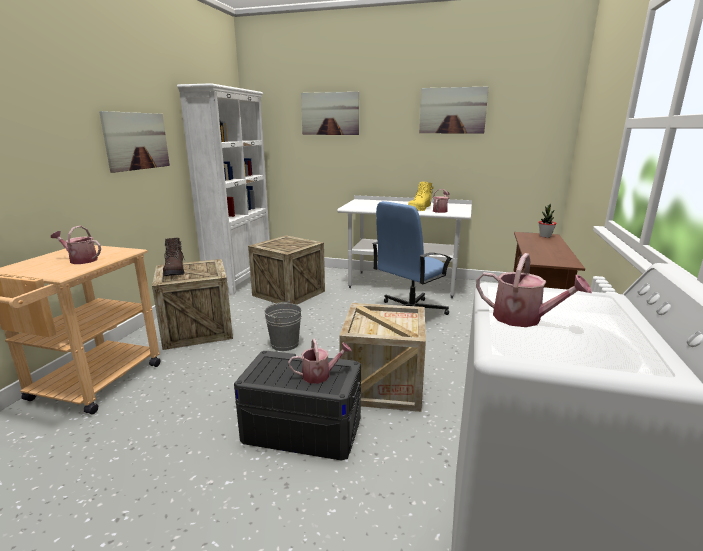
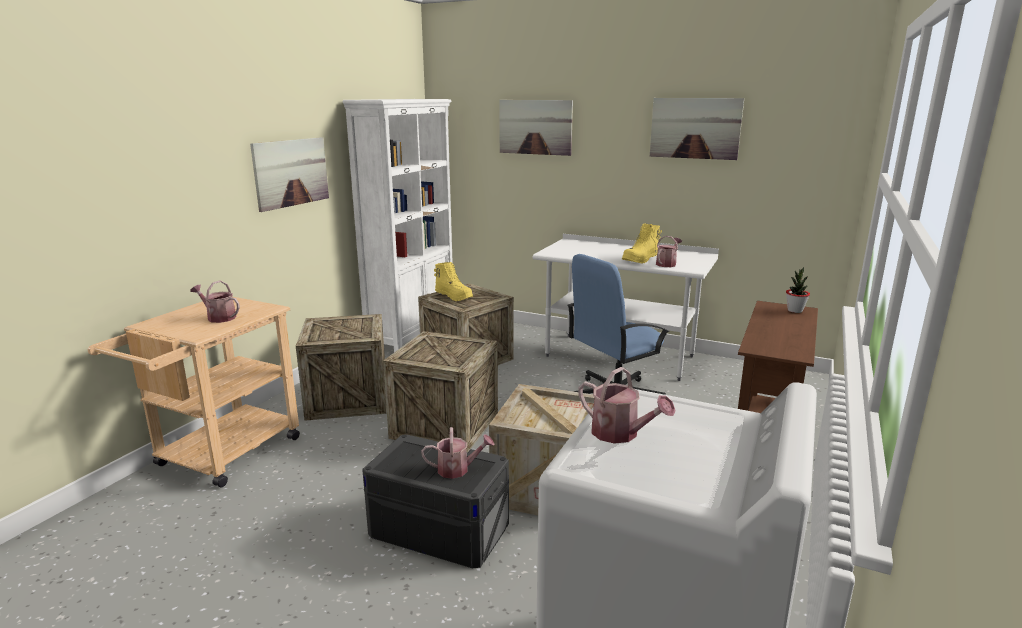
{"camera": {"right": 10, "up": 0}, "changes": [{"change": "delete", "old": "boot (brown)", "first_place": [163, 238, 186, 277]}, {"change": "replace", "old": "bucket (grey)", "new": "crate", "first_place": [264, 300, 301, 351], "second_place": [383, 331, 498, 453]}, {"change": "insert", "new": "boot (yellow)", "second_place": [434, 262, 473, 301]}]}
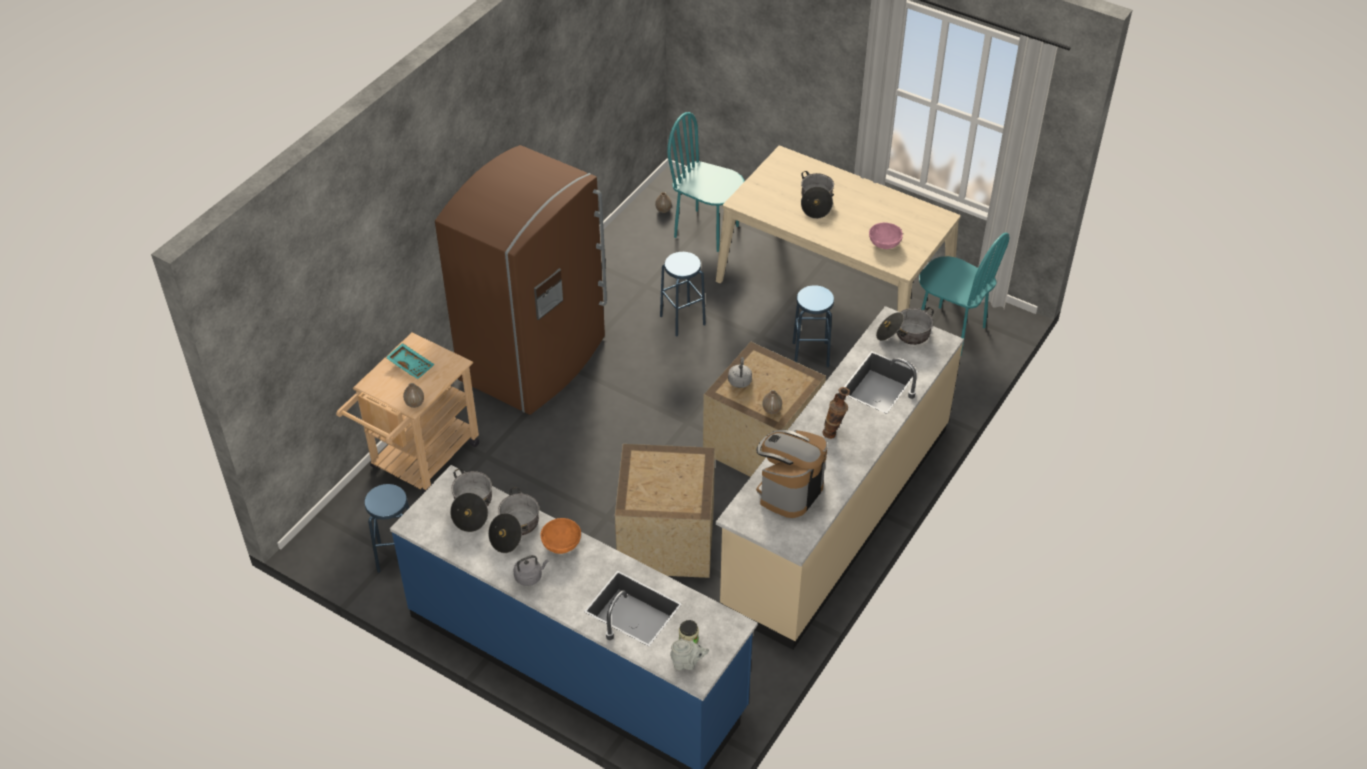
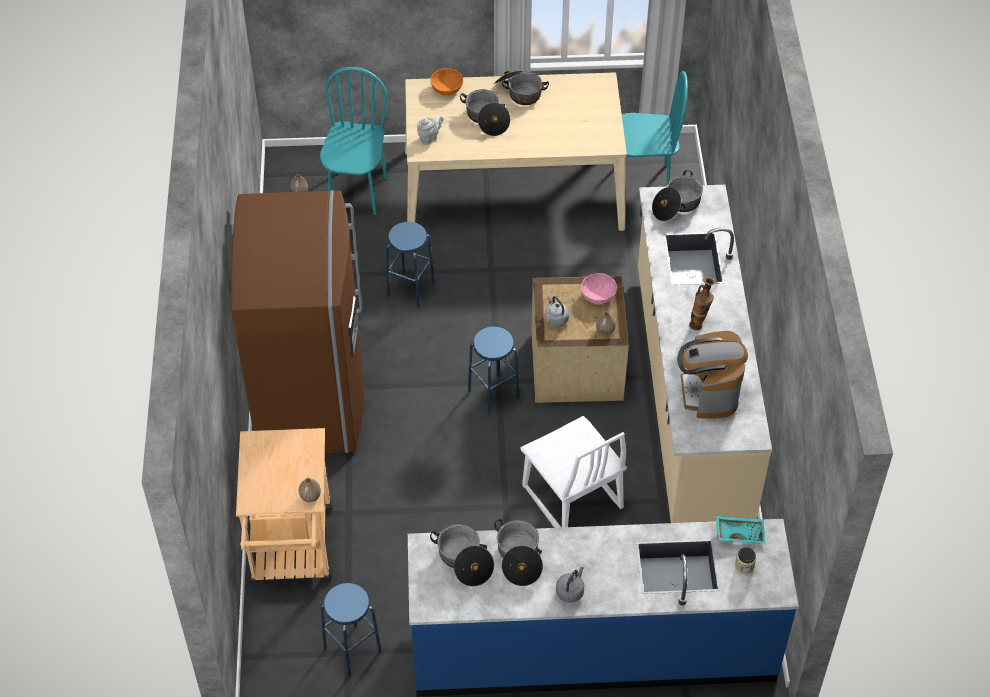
{"camera": {"right": -35, "up": 5}, "changes": [{"change": "rotate", "old": "chair (turquoise)", "first_place": [667, 112, 745, 252], "second_place": [320, 67, 387, 215], "degrees": 105}, {"change": "move", "old": "bowl (pink)", "first_place": [869, 222, 903, 249], "second_place": [581, 273, 617, 304]}, {"change": "move", "old": "stool (blue)", "first_place": [793, 285, 834, 367], "second_place": [468, 327, 519, 416]}, {"change": "move", "old": "tray (turquoise)", "first_place": [386, 343, 434, 380], "second_place": [716, 516, 765, 544]}, {"change": "replace", "old": "crate", "new": "chair (white)", "first_place": [615, 444, 715, 578], "second_place": [520, 416, 627, 528]}, {"change": "move", "old": "bowl (orange)", "first_place": [541, 518, 581, 554], "second_place": [430, 68, 463, 96]}, {"change": "move", "old": "teapot (grey)", "first_place": [670, 640, 709, 670], "second_place": [417, 116, 444, 145]}, {"change": "insert", "new": "cooking pot", "second_place": [494, 71, 549, 105]}]}
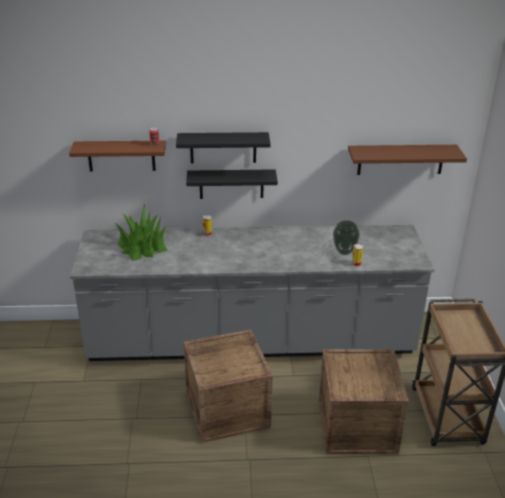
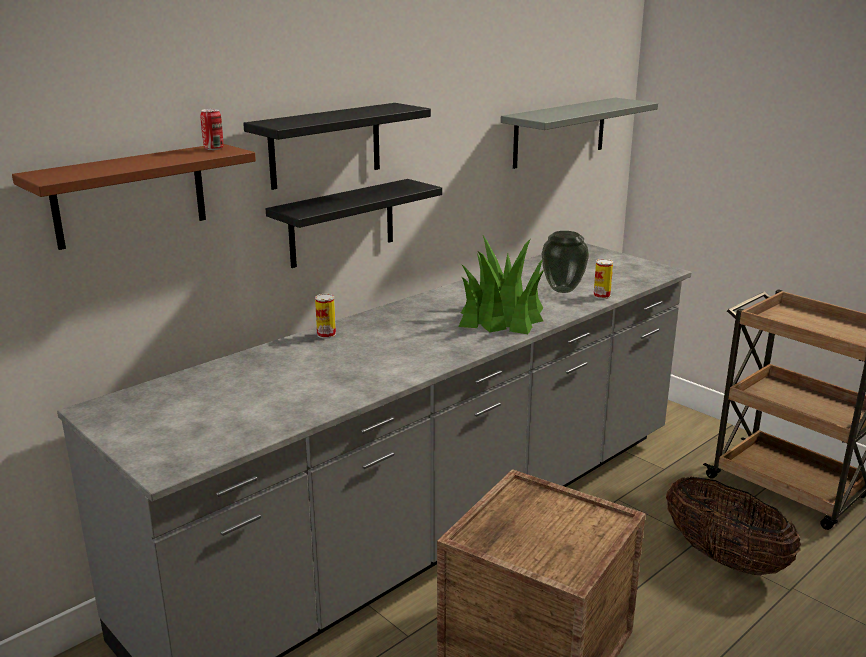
{"camera": {"right": -40, "up": -10}, "changes": [{"change": "recolor", "old": "shelf (brown)", "new": "shelf (grey)", "first_place": [348, 145, 467, 175], "second_place": [501, 98, 658, 169]}, {"change": "move", "old": "potted plant", "first_place": [114, 204, 168, 261], "second_place": [458, 236, 544, 334]}, {"change": "replace", "old": "crate", "new": "basket", "first_place": [319, 349, 409, 454], "second_place": [666, 477, 801, 575]}]}
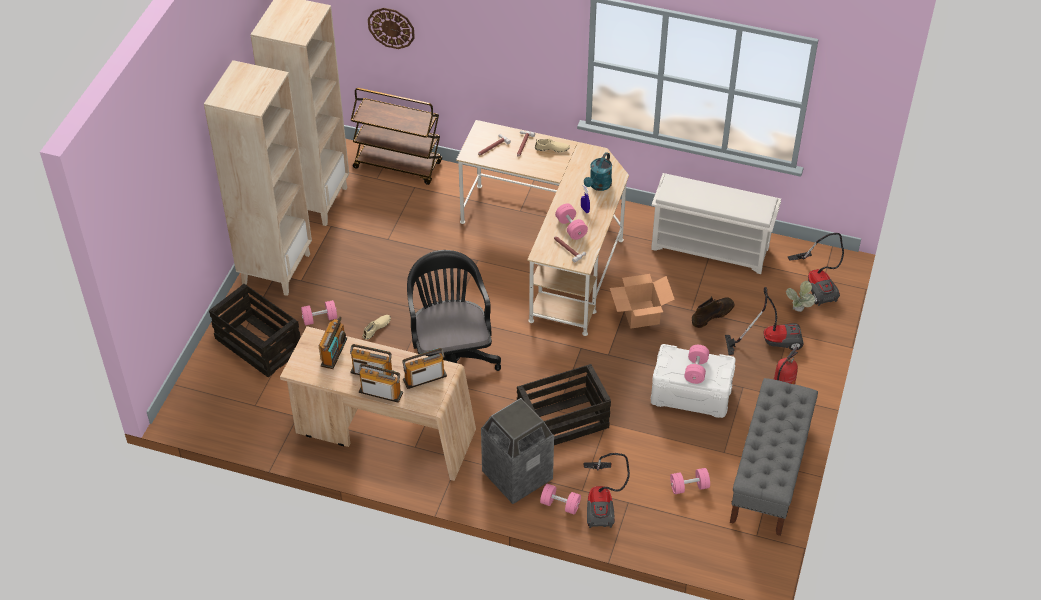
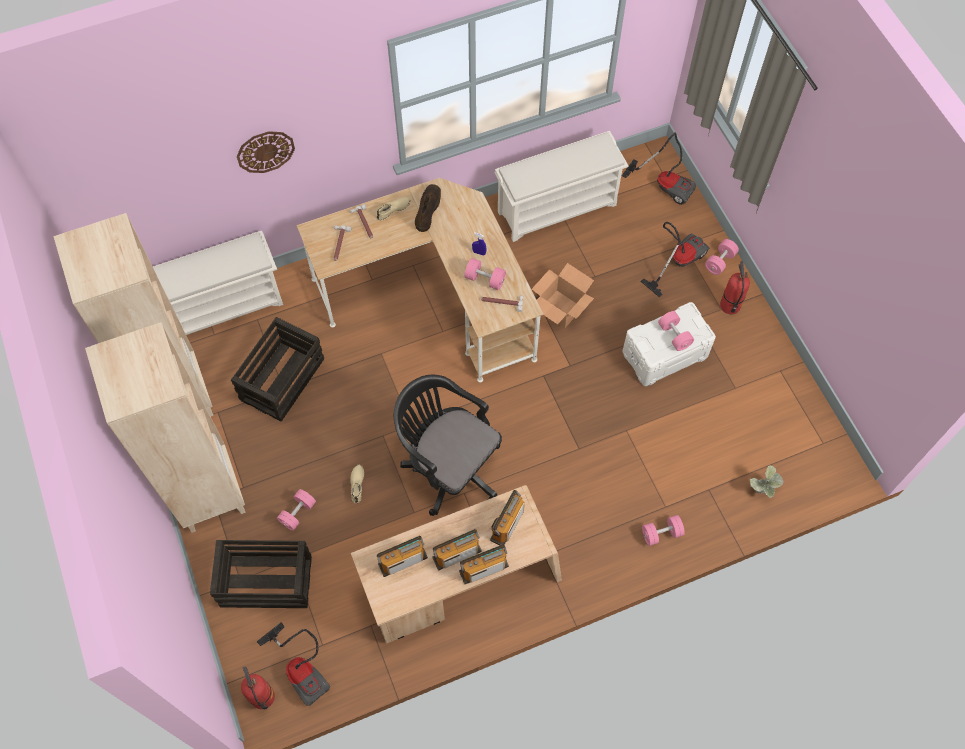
{"camera": {"right": -40, "up": 15}, "changes": [{"change": "move", "old": "wall clock", "first_place": [368, 8, 415, 49], "second_place": [237, 131, 295, 173]}, {"change": "replace", "old": "cart (brown)", "new": "shoe rack (white)", "first_place": [351, 88, 442, 185], "second_place": [153, 231, 283, 335]}, {"change": "delete", "old": "watering can (turquoise)", "first_place": [584, 152, 612, 191]}, {"change": "move", "old": "potted plant", "first_place": [786, 281, 815, 312], "second_place": [750, 465, 783, 498]}, {"change": "move", "old": "boot (brown)", "first_place": [692, 296, 735, 328], "second_place": [415, 184, 441, 232]}, {"change": "rotate", "old": "radio", "first_place": [318, 317, 347, 369], "second_place": [377, 536, 428, 577], "degrees": -90}, {"change": "move", "old": "crate", "first_place": [517, 364, 611, 445], "second_place": [231, 317, 324, 422]}, {"change": "delete", "old": "bench (grey)", "first_place": [730, 378, 818, 536]}, {"change": "delete", "old": "trash can", "first_place": [481, 398, 554, 504]}, {"change": "move", "old": "vacuum cleaner", "first_place": [583, 453, 630, 528], "second_place": [257, 622, 330, 706]}, {"change": "move", "old": "dumbbell (pink)", "first_place": [670, 468, 710, 494], "second_place": [705, 239, 739, 275]}, {"change": "insert", "new": "fire extinguisher", "second_place": [241, 667, 275, 710]}]}
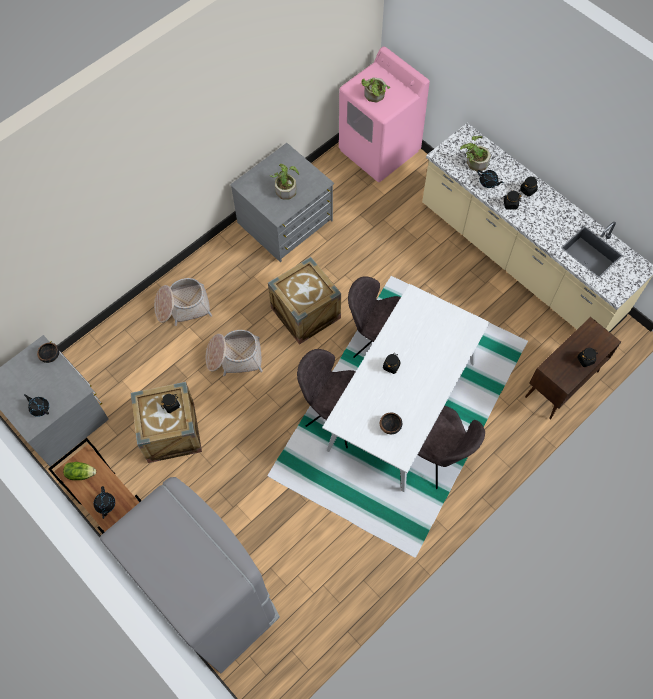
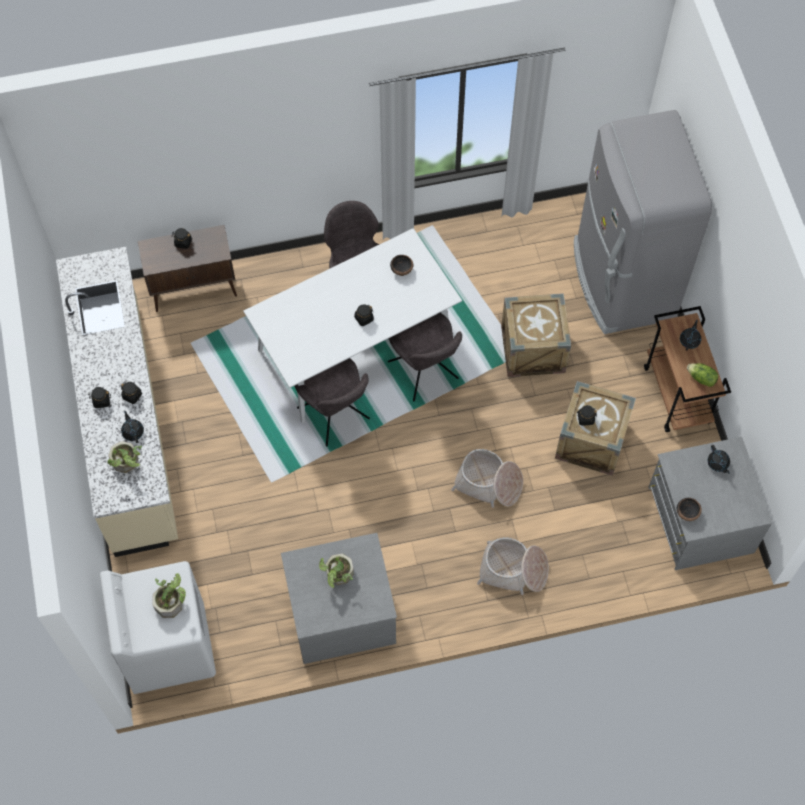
{"camera": {"right": -150, "up": 0}, "changes": [{"change": "recolor", "old": "washing machine (pink)", "new": "washing machine (white)", "first_place": [339, 46, 430, 182], "second_place": [100, 561, 216, 694]}, {"change": "move", "old": "crate", "first_place": [268, 257, 341, 345], "second_place": [501, 293, 571, 377]}]}
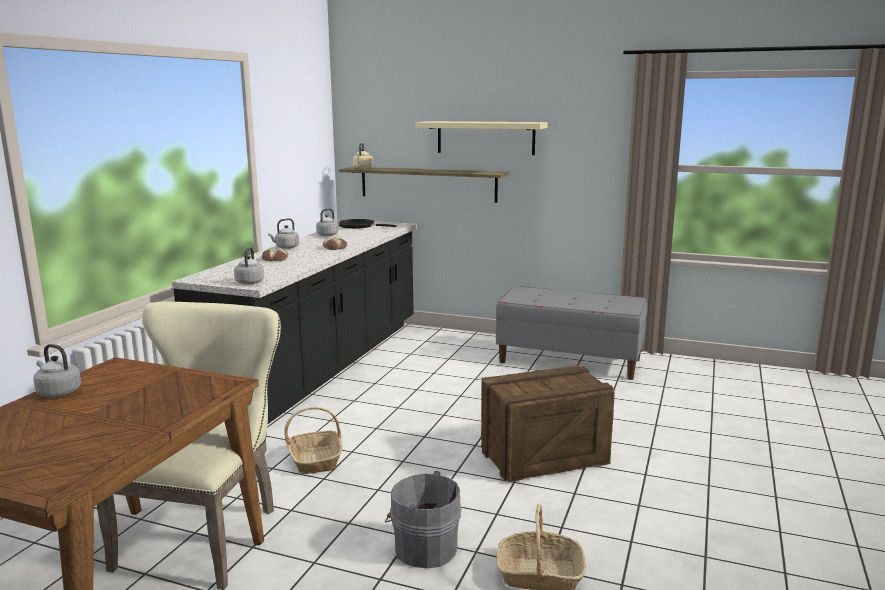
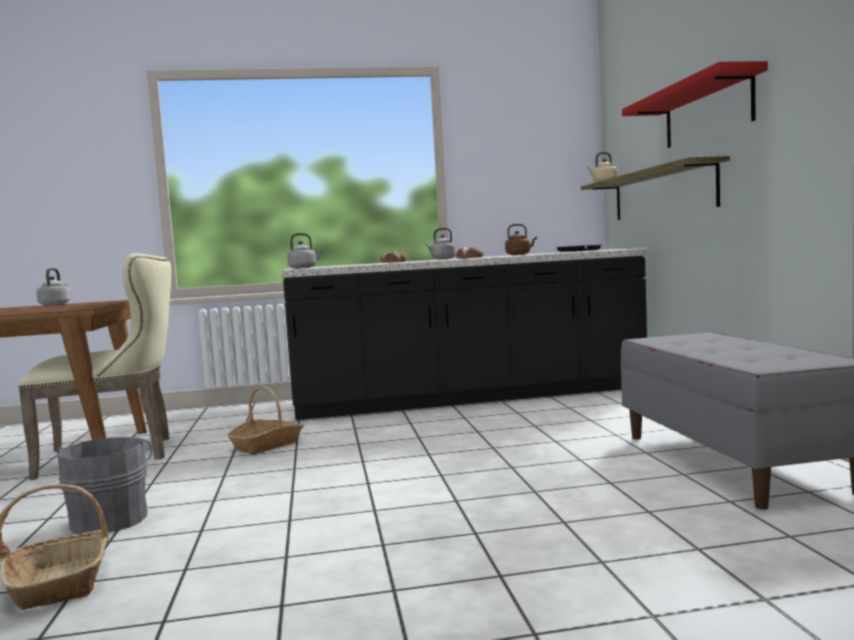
{"camera": {"right": 60, "up": -10}, "changes": [{"change": "recolor", "old": "shelf (beige)", "new": "shelf (red)", "first_place": [416, 121, 548, 155], "second_place": [622, 61, 768, 148]}, {"change": "recolor", "old": "kettle (grey)", "new": "kettle (brown)", "first_place": [316, 209, 342, 236], "second_place": [505, 224, 537, 255]}, {"change": "delete", "old": "crate", "first_place": [481, 365, 615, 482]}]}
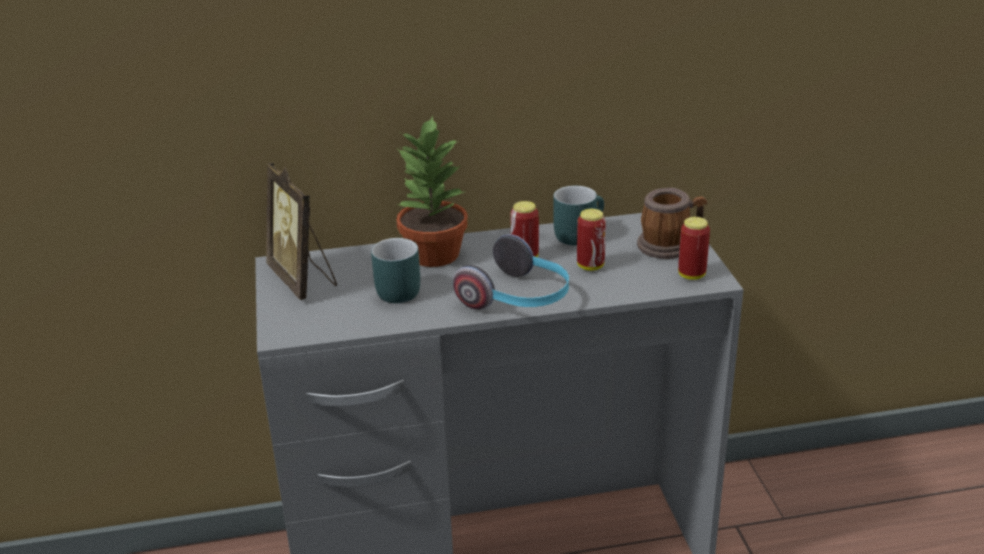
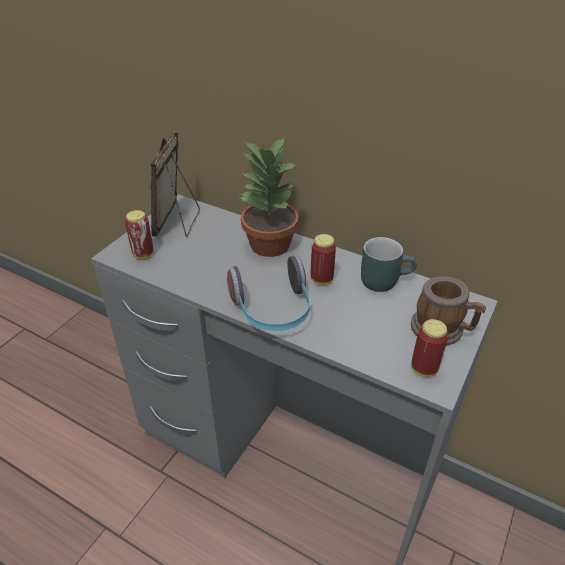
{"camera": {"right": 40, "up": 10}, "changes": [{"change": "move", "old": "can", "first_place": [577, 209, 606, 271], "second_place": [125, 210, 154, 259]}, {"change": "delete", "old": "mug (turquoise)", "first_place": [371, 238, 420, 303]}]}
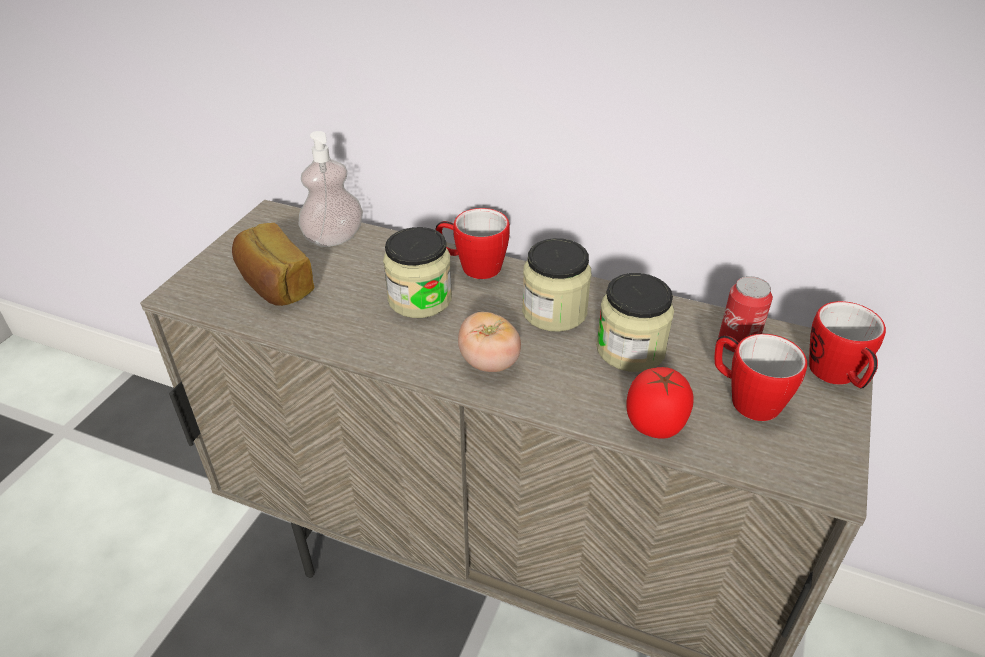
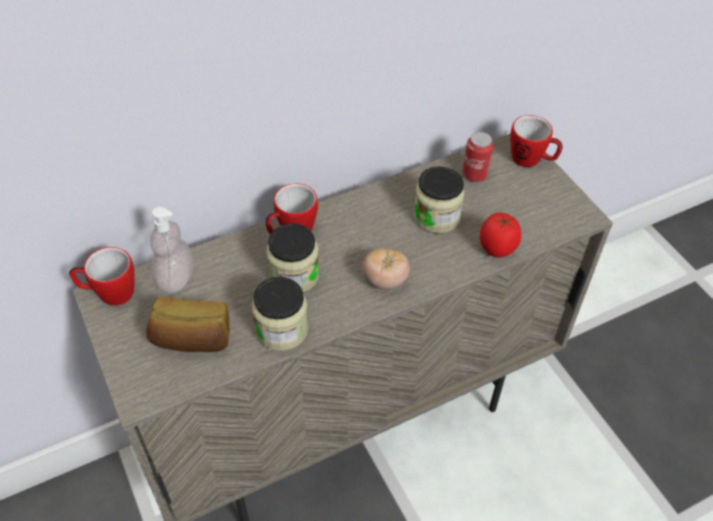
{"camera": {"right": -50, "up": 10}, "changes": [{"change": "move", "old": "jar", "first_place": [522, 238, 591, 332], "second_place": [252, 277, 309, 351]}, {"change": "move", "old": "mug", "first_place": [715, 334, 807, 421], "second_place": [69, 247, 135, 306]}]}
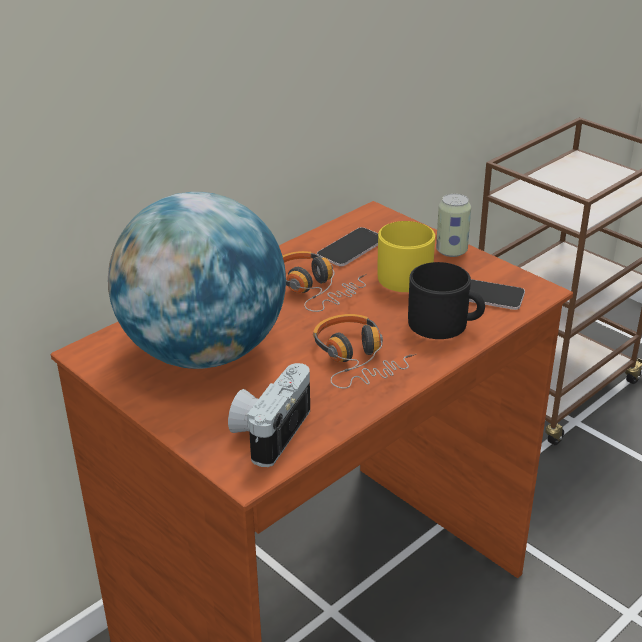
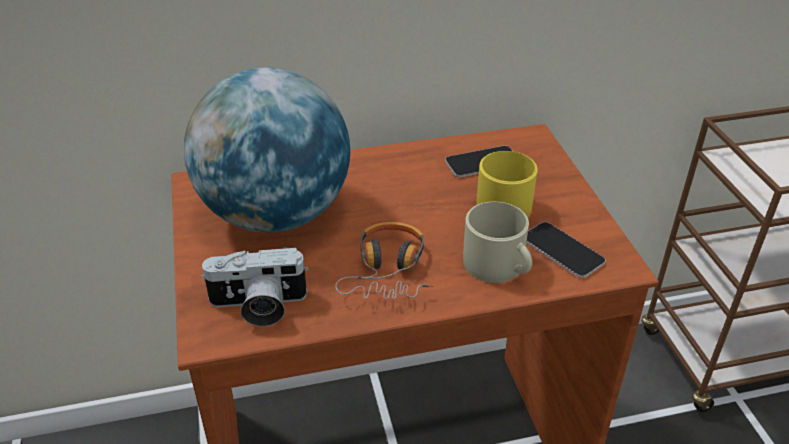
{"camera": {"right": 30, "up": 5}, "changes": [{"change": "delete", "old": "can", "first_place": [436, 194, 471, 257]}, {"change": "delete", "old": "headphones", "first_place": [282, 251, 367, 312]}, {"change": "recolor", "old": "mug (black)", "new": "mug (beige)", "first_place": [408, 262, 485, 339], "second_place": [463, 202, 532, 283]}, {"change": "rotate", "old": "photo camera", "first_place": [228, 363, 310, 467], "second_place": [200, 247, 308, 326], "degrees": -150}]}
